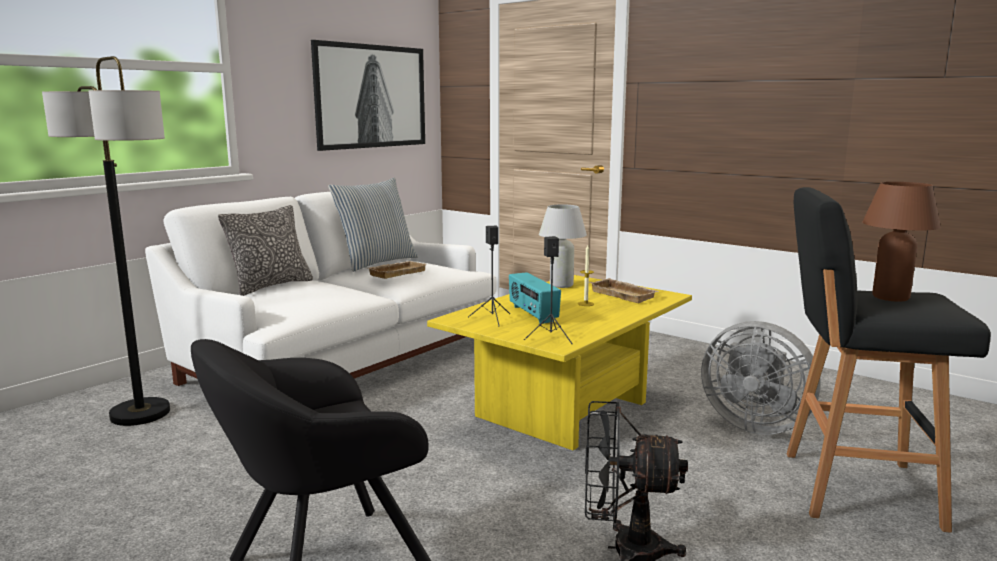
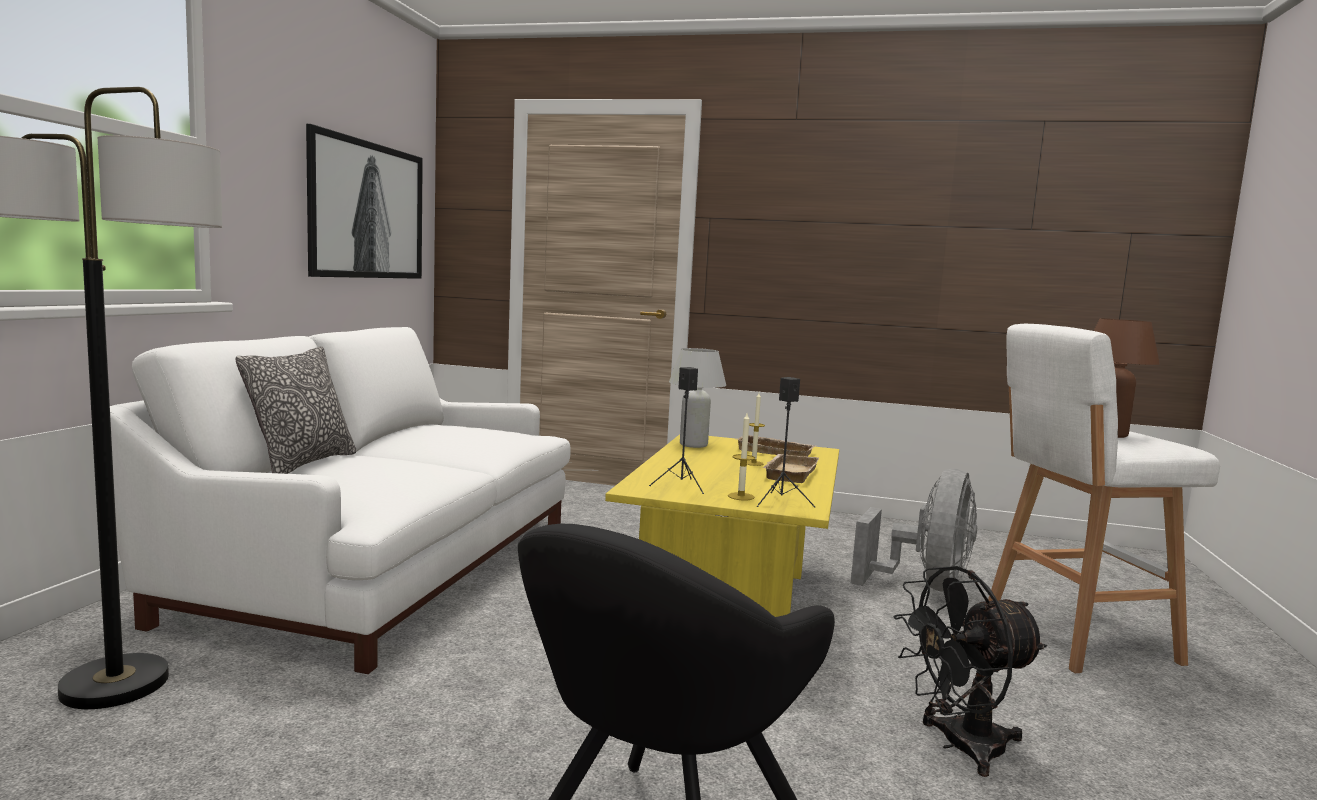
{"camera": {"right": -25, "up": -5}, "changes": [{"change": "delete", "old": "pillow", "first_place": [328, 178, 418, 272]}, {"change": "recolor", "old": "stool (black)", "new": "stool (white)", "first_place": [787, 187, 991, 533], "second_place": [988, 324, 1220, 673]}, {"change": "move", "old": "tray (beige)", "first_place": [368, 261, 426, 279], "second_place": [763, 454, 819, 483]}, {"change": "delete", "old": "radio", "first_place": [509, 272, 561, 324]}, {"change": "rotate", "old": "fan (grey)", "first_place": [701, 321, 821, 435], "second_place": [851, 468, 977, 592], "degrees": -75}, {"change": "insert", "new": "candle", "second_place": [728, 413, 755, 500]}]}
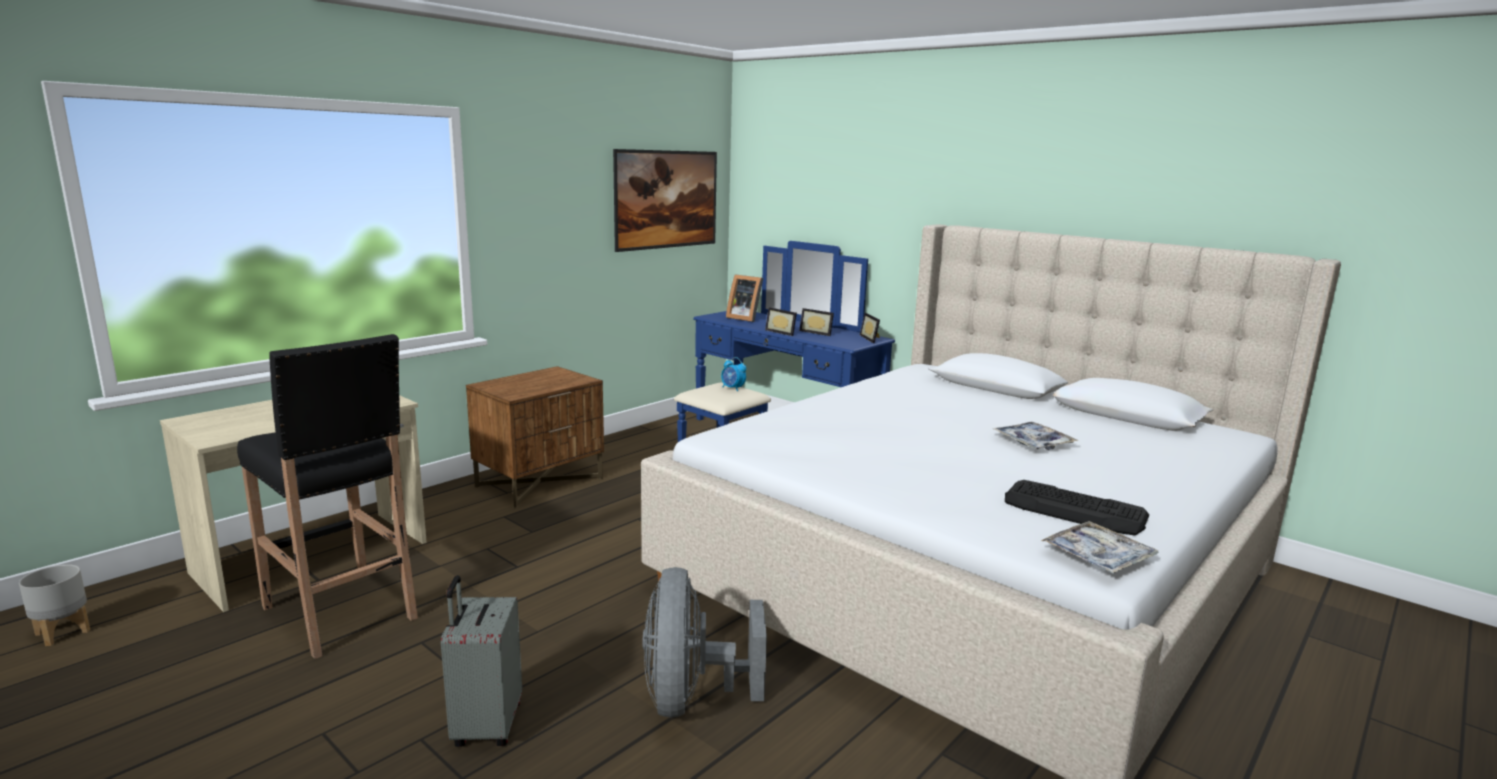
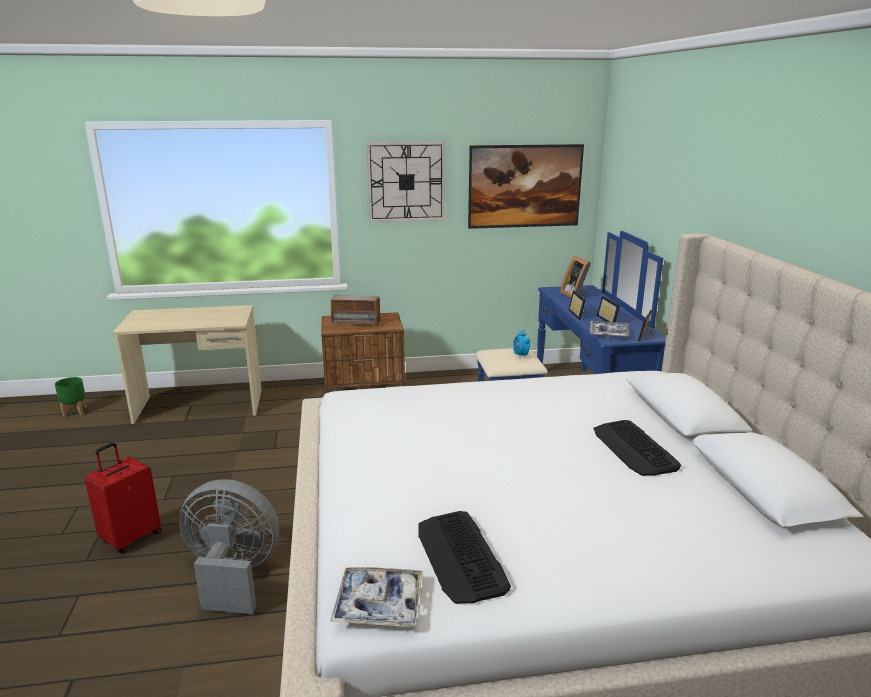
{"camera": {"right": 40, "up": 5}, "changes": [{"change": "delete", "old": "stool (black)", "first_place": [237, 334, 418, 659]}, {"change": "move", "old": "tray", "first_place": [993, 422, 1079, 450], "second_place": [590, 321, 629, 338]}, {"change": "recolor", "old": "planter (grey)", "new": "planter (green)", "first_place": [19, 564, 90, 646], "second_place": [55, 377, 87, 417]}, {"change": "rotate", "old": "fan (grey)", "first_place": [642, 567, 767, 718], "second_place": [179, 479, 279, 614], "degrees": 60}, {"change": "recolor", "old": "suitcase (grey)", "new": "suitcase (red)", "first_place": [441, 575, 522, 747], "second_place": [85, 443, 162, 553]}, {"change": "insert", "new": "wall clock", "second_place": [366, 141, 445, 222]}, {"change": "insert", "new": "radio", "second_place": [329, 295, 382, 326]}, {"change": "insert", "new": "keyboard", "second_place": [593, 420, 681, 476]}]}
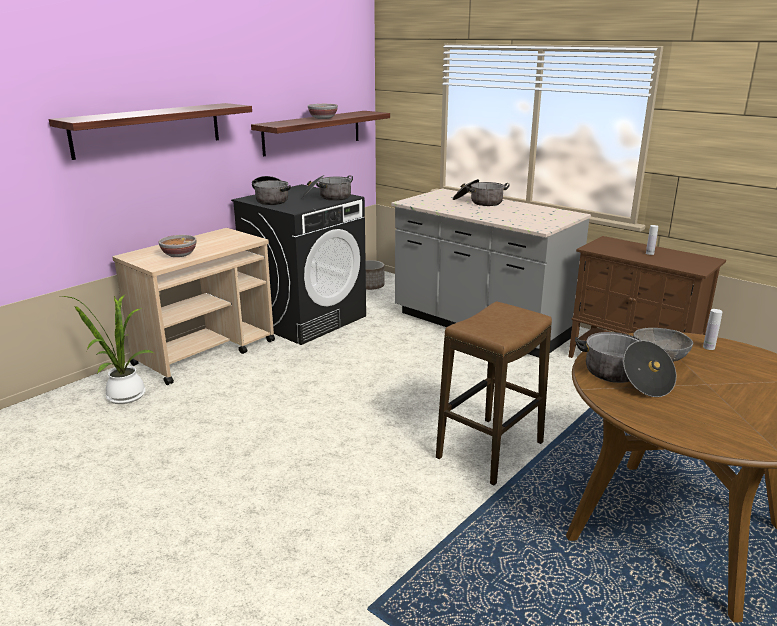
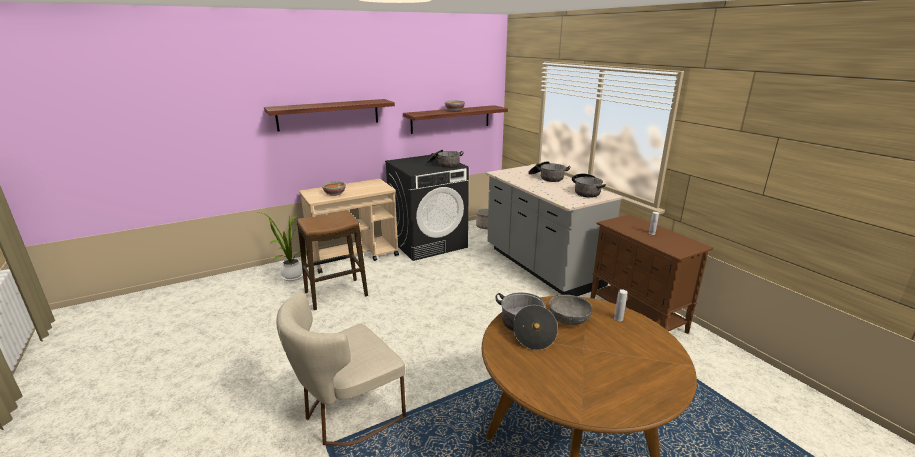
{"camera": {"right": 20, "up": 0}, "changes": [{"change": "move", "old": "cooking pot", "first_place": [252, 176, 291, 205], "second_place": [572, 173, 606, 198]}, {"change": "move", "old": "stool", "first_place": [436, 301, 552, 485], "second_place": [297, 210, 368, 310]}, {"change": "insert", "new": "chair (beige)", "second_place": [276, 292, 406, 446]}]}
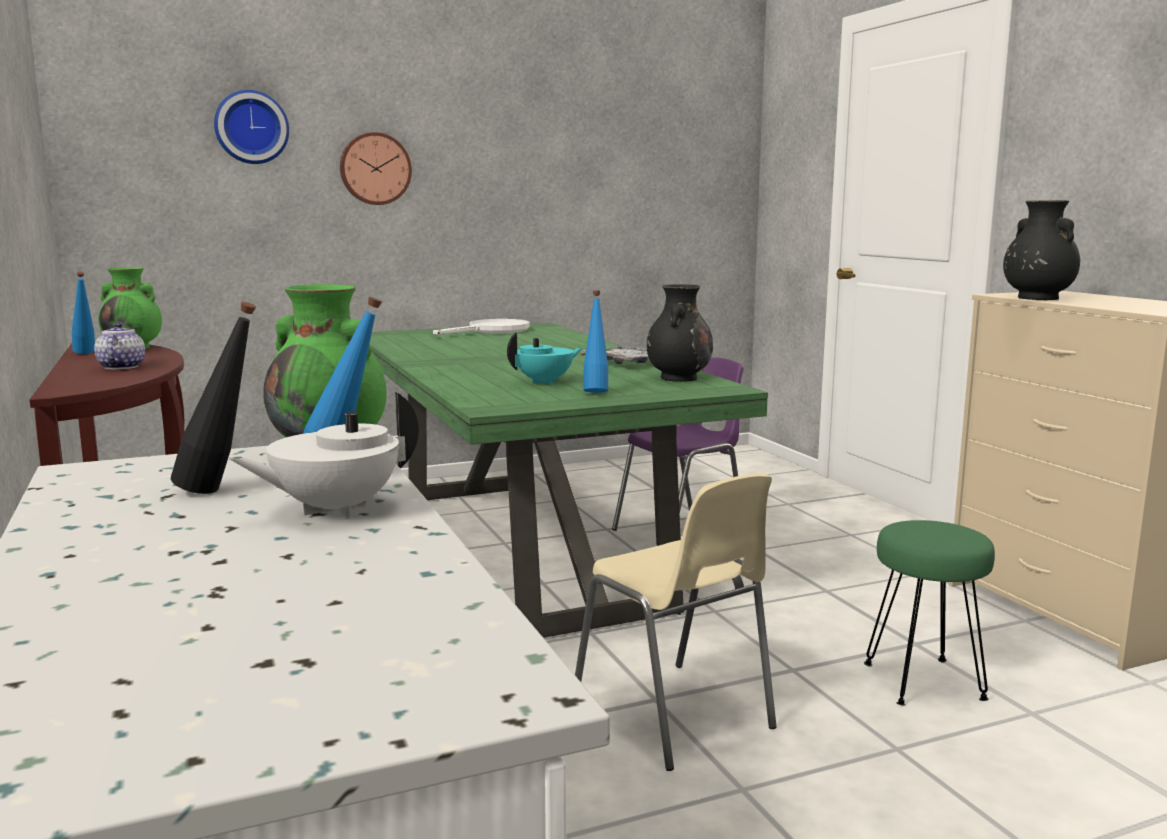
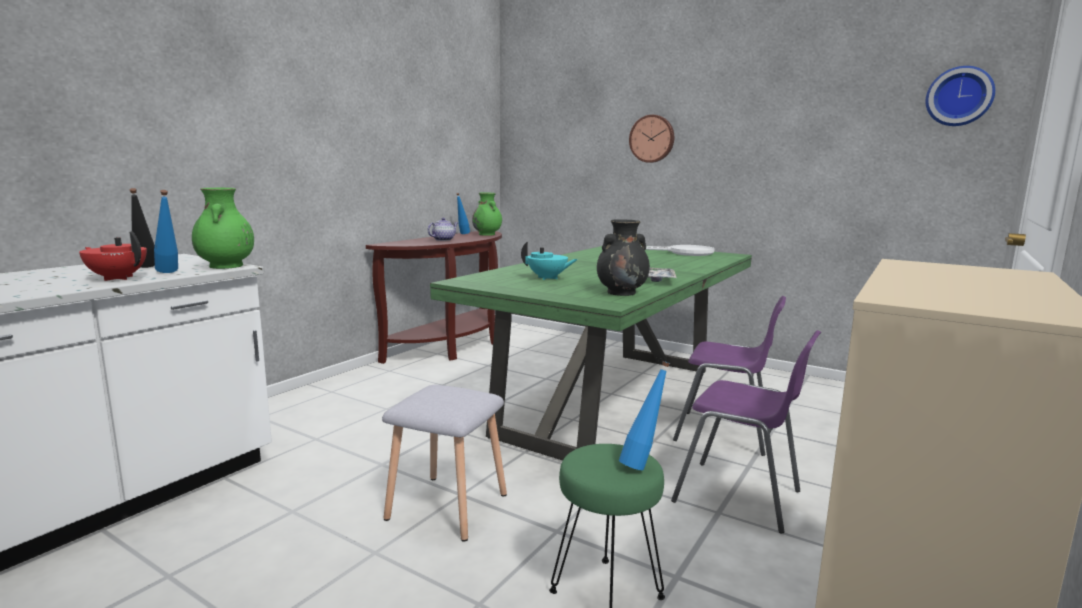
{"camera": {"right": 55, "up": 0}, "changes": [{"change": "move", "old": "wall clock", "first_place": [214, 90, 289, 164], "second_place": [926, 66, 995, 126]}, {"change": "delete", "old": "vase (black)", "first_place": [1003, 200, 1080, 300]}, {"change": "move", "old": "bottle (blue)", "first_place": [583, 290, 608, 393], "second_place": [619, 361, 670, 470]}, {"change": "recolor", "old": "teapot (white)", "new": "teapot (red)", "first_place": [229, 392, 419, 517], "second_place": [79, 231, 147, 281]}, {"change": "replace", "old": "chair (beige)", "new": "stool (grey)", "first_place": [575, 473, 777, 771], "second_place": [382, 385, 507, 542]}, {"change": "insert", "new": "chair (purple)", "second_place": [671, 330, 821, 534]}]}
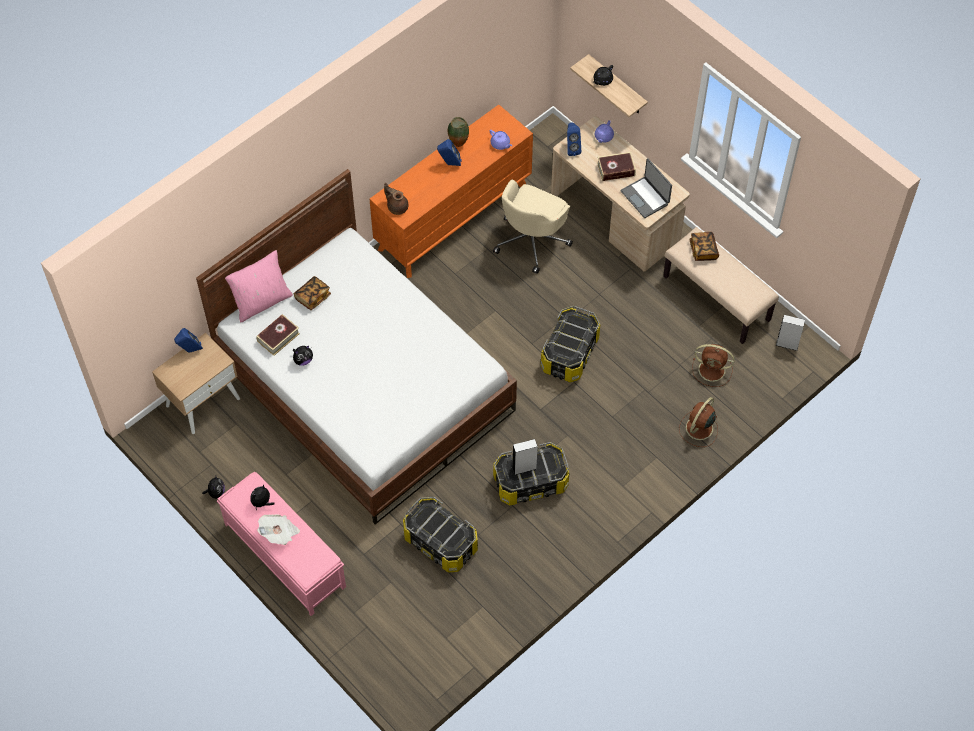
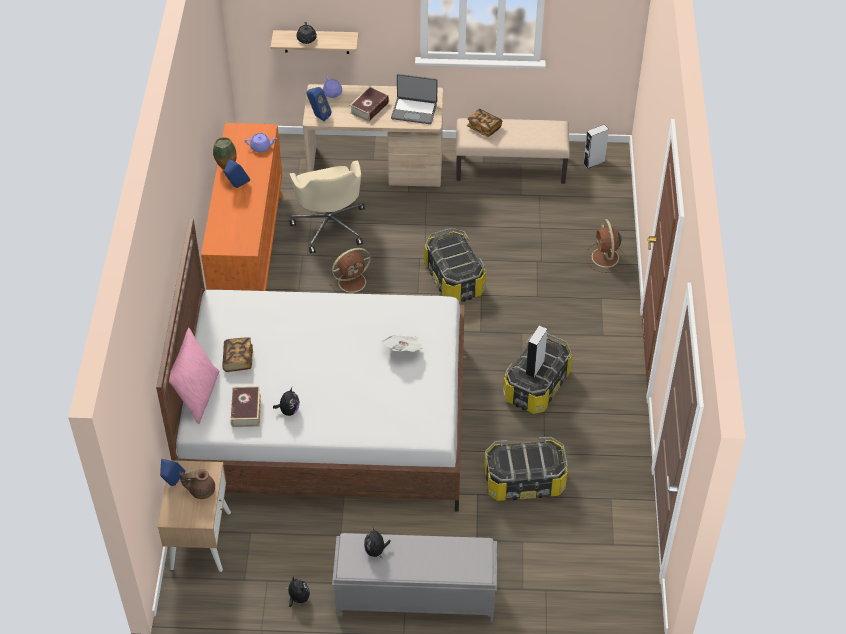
{"camera": {"right": -45, "up": -10}, "changes": [{"change": "move", "old": "teapot (brown)", "first_place": [384, 183, 408, 215], "second_place": [179, 469, 215, 499]}, {"change": "move", "old": "fan (brown)", "first_place": [692, 343, 735, 387], "second_place": [330, 248, 373, 294]}, {"change": "recolor", "old": "bench (pink)", "new": "bench (grey)", "first_place": [217, 472, 346, 616], "second_place": [332, 533, 497, 622]}, {"change": "move", "old": "newspaper", "first_place": [257, 514, 300, 545], "second_place": [382, 335, 422, 352]}]}
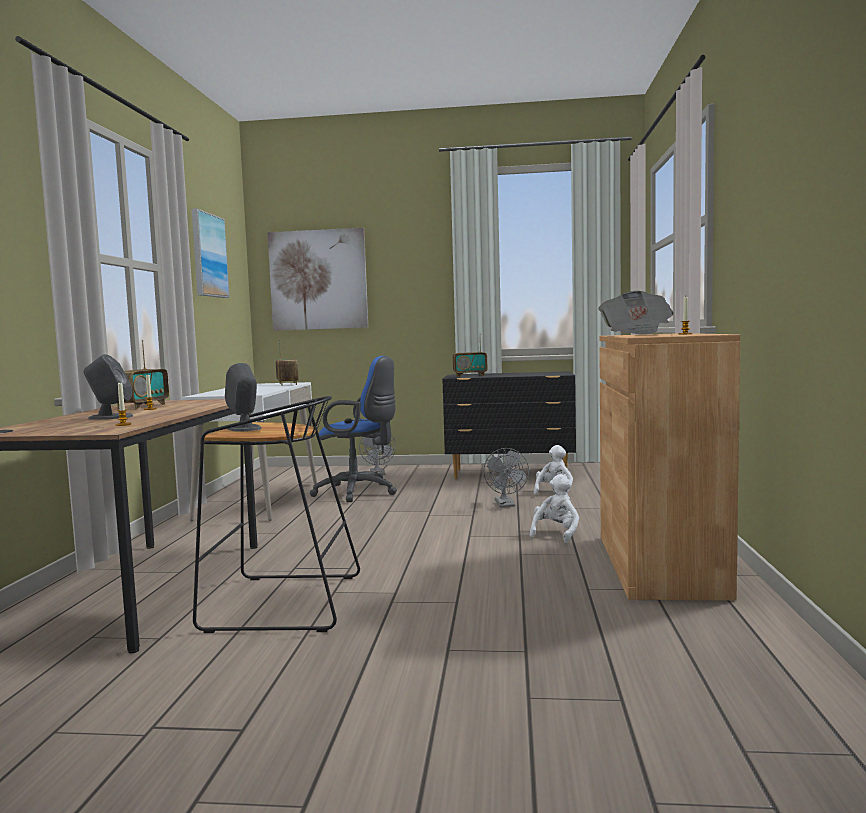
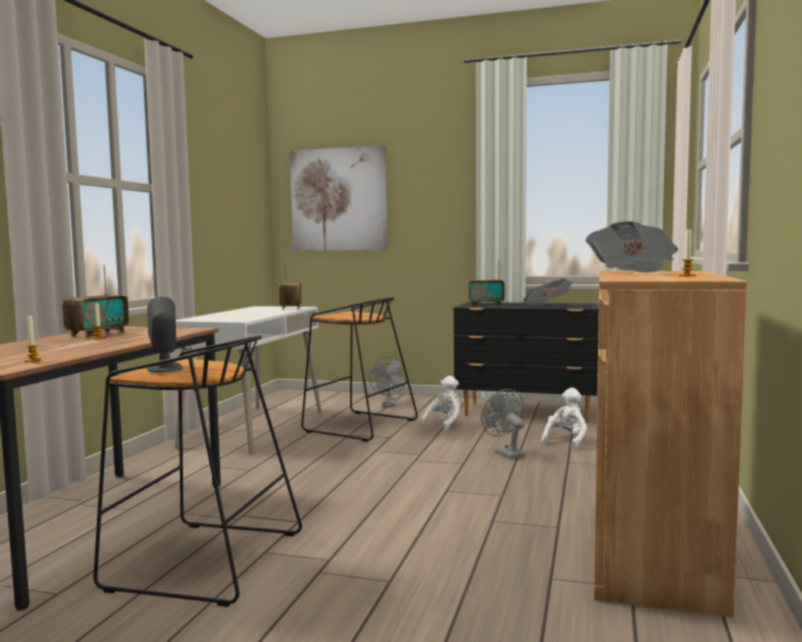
{"camera": {"right": 10, "up": 0}, "changes": [{"change": "delete", "old": "picture", "first_place": [192, 208, 230, 298]}, {"change": "delete", "old": "speaker (grey)", "first_place": [84, 354, 133, 420]}, {"change": "replace", "old": "office chair (blue)", "new": "stool (black)", "first_place": [310, 356, 397, 502], "second_place": [301, 298, 418, 442]}, {"change": "rotate", "old": "fan (grey)", "first_place": [484, 448, 529, 507], "second_place": [481, 389, 525, 459], "degrees": 150}, {"change": "move", "old": "plush toy (white)", "first_place": [529, 474, 579, 543], "second_place": [420, 376, 460, 430]}, {"change": "insert", "new": "newspaper", "second_place": [522, 279, 572, 305]}]}
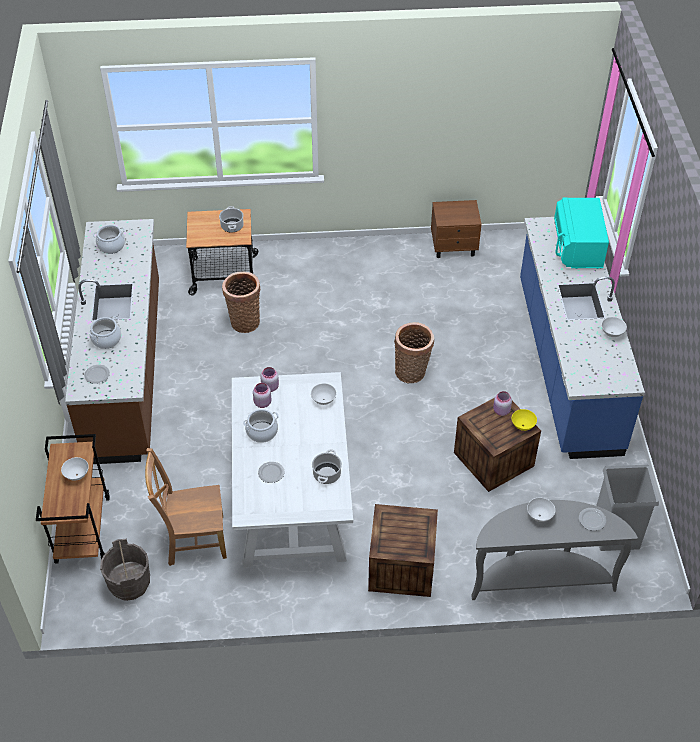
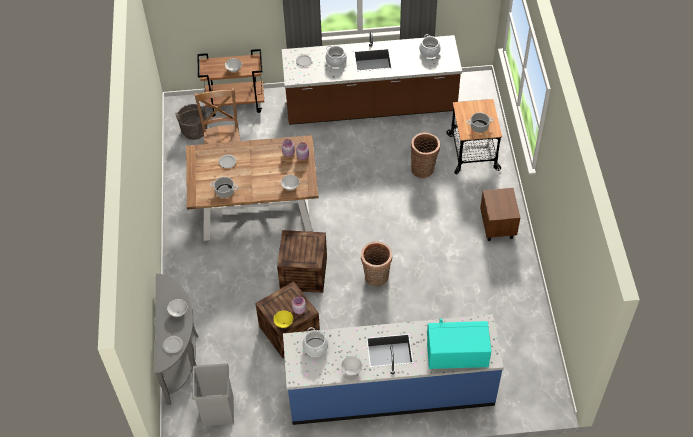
{"camera": {"right": 90, "up": 5}, "changes": [{"change": "move", "old": "nightstand (brown)", "first_place": [431, 200, 482, 258], "second_place": [480, 188, 520, 241]}, {"change": "recolor", "old": "dining table (white)", "new": "dining table (brown)", "first_place": [232, 372, 353, 568], "second_place": [186, 135, 318, 241]}, {"change": "move", "old": "cooking pot", "first_place": [243, 409, 279, 443], "second_place": [302, 327, 328, 357]}, {"change": "move", "old": "crate", "first_place": [368, 504, 438, 597], "second_place": [277, 230, 327, 293]}]}
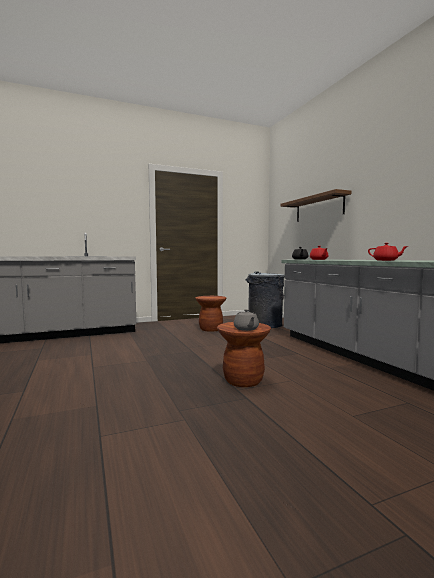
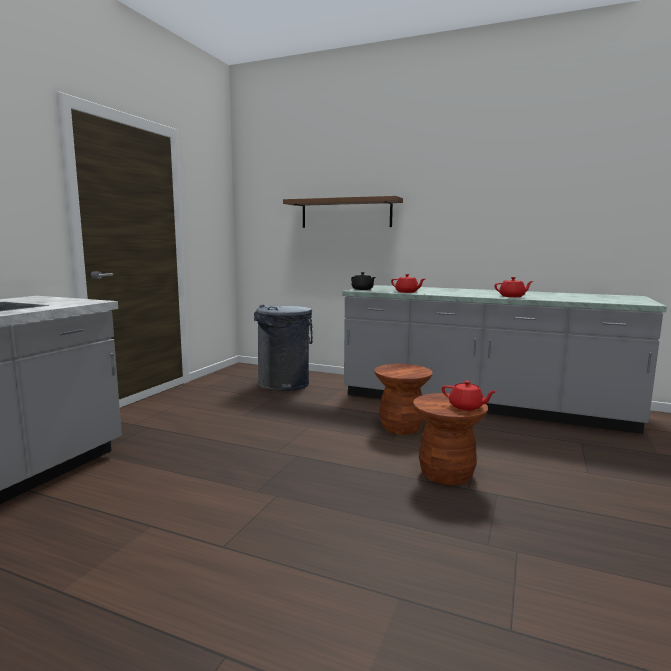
{"camera": {"right": -45, "up": 5}, "changes": [{"change": "move", "old": "stool (brown)", "first_place": [195, 296, 226, 332], "second_place": [374, 364, 433, 434]}, {"change": "recolor", "old": "teapot (grey)", "new": "teapot (red)", "first_place": [234, 309, 259, 331], "second_place": [442, 381, 497, 410]}]}
